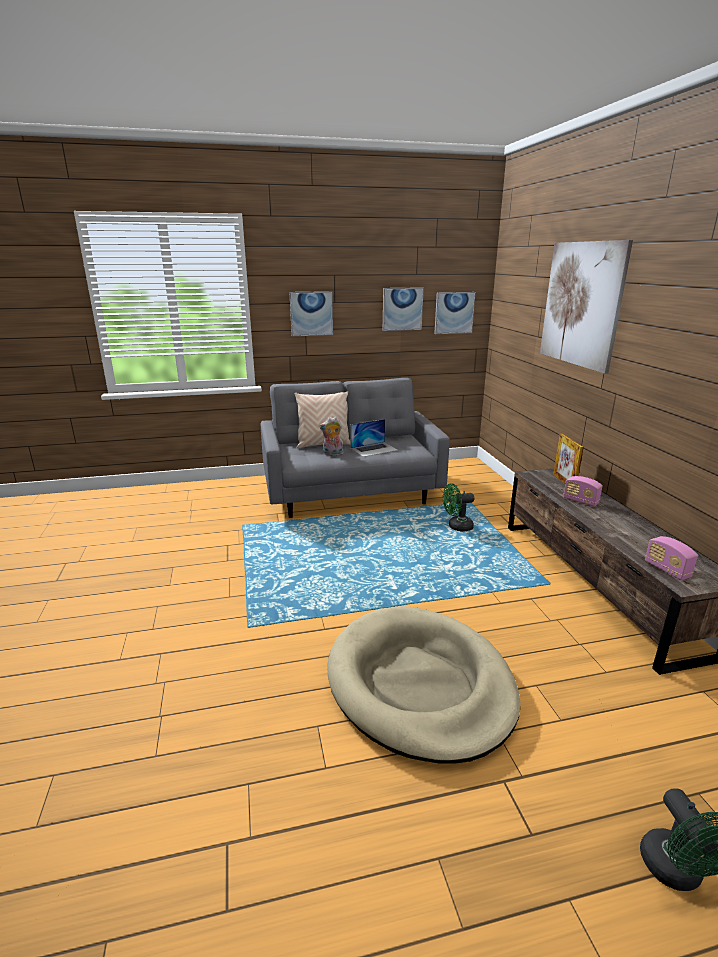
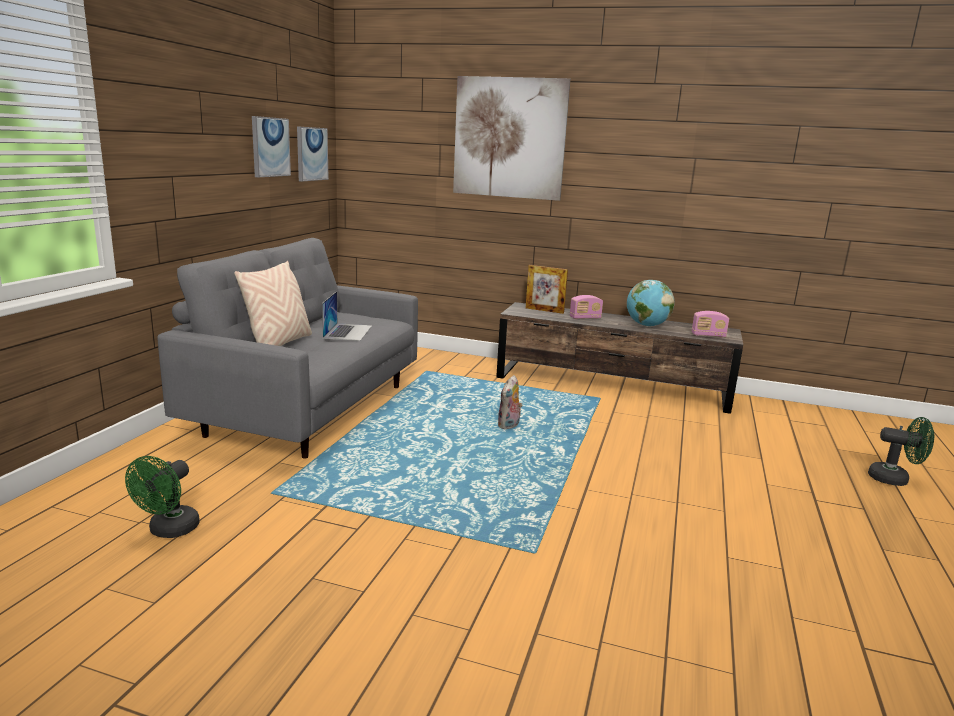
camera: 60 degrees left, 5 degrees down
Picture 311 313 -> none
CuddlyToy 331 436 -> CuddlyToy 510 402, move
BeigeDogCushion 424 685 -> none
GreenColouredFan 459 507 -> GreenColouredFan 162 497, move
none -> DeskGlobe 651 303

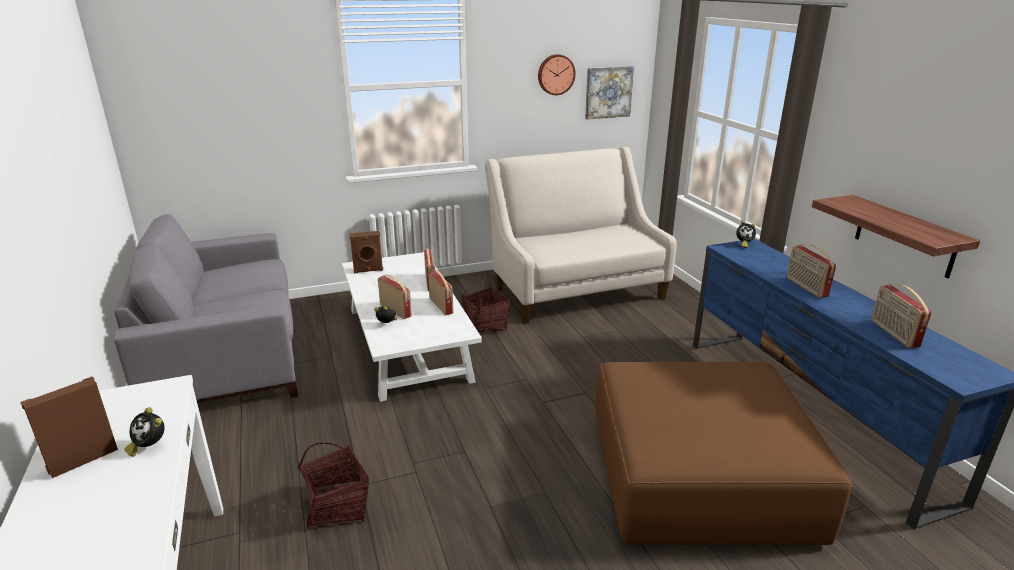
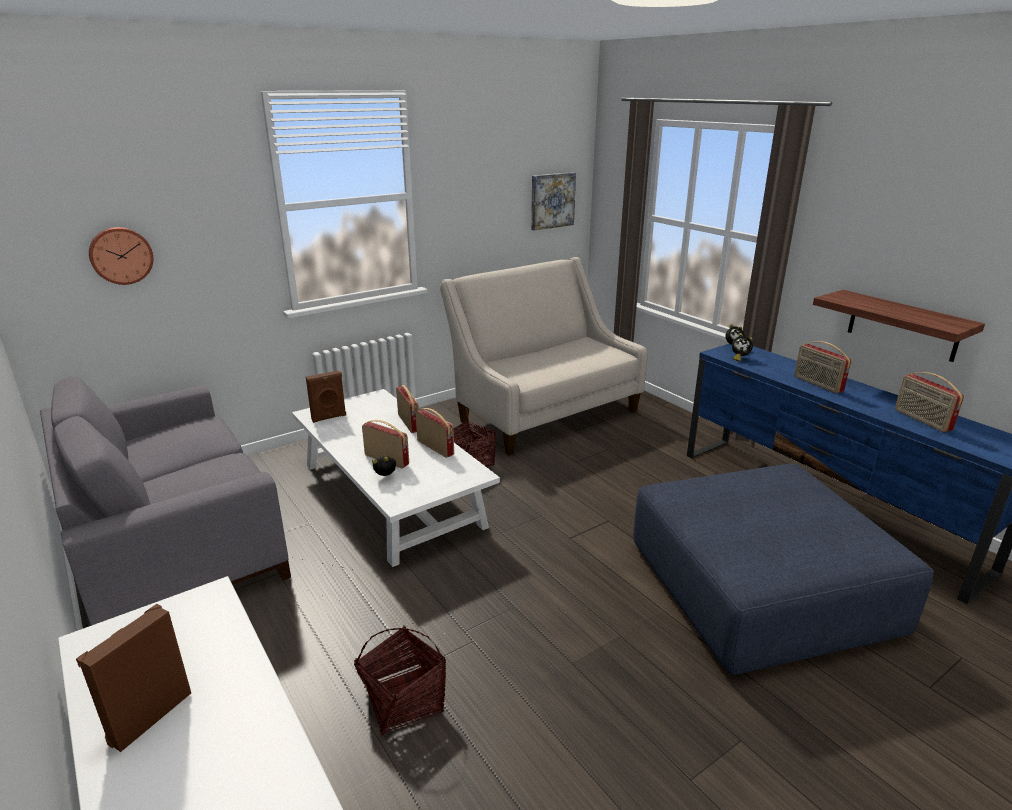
camera: 15 degrees left, 0 degrees up
BedsideClock 144 432 -> BedsideClock 742 347, move
WallClock 557 74 -> WallClock 121 256, move
BrownFootrest 724 453 -> BluishFootrest 783 569

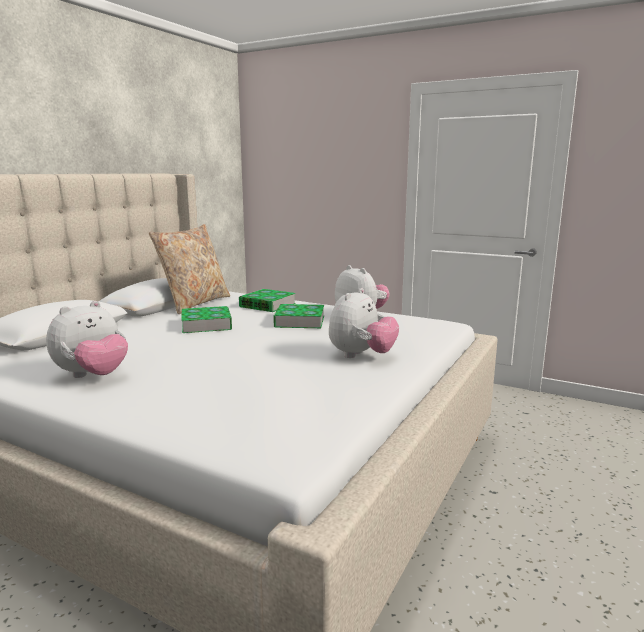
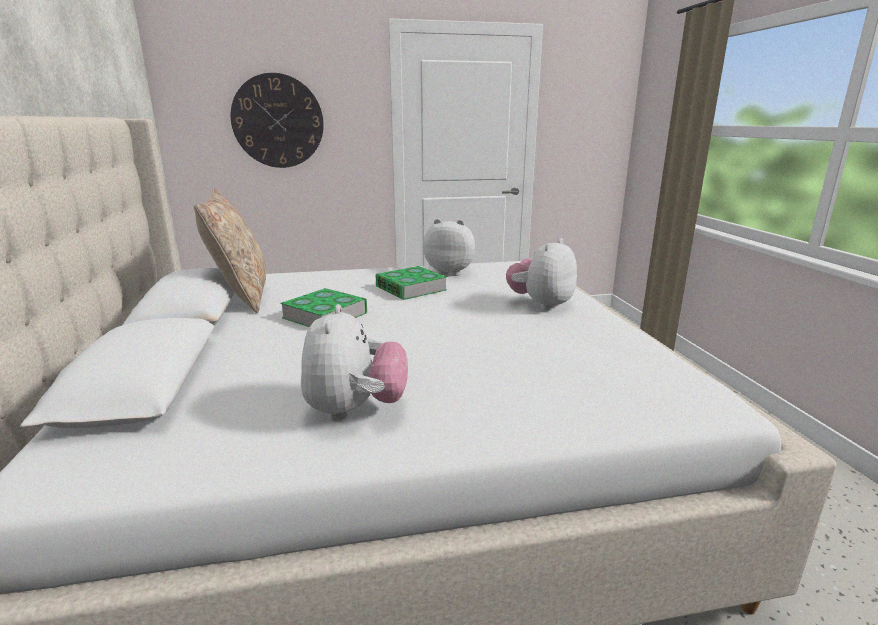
camera: 40 degrees left, 5 degrees up
BoundBook 267 300 -> none
CuddlyToy 364 323 -> CuddlyToy 541 274, 135 degrees counterclockwise
none -> WallClock 277 120

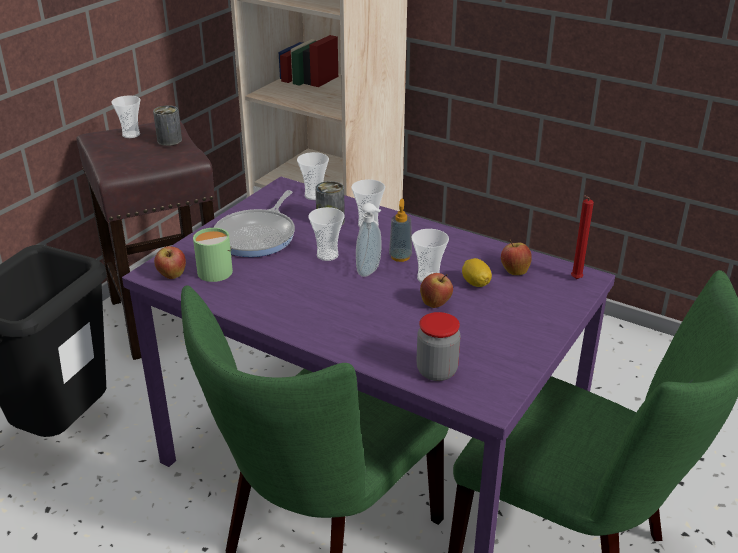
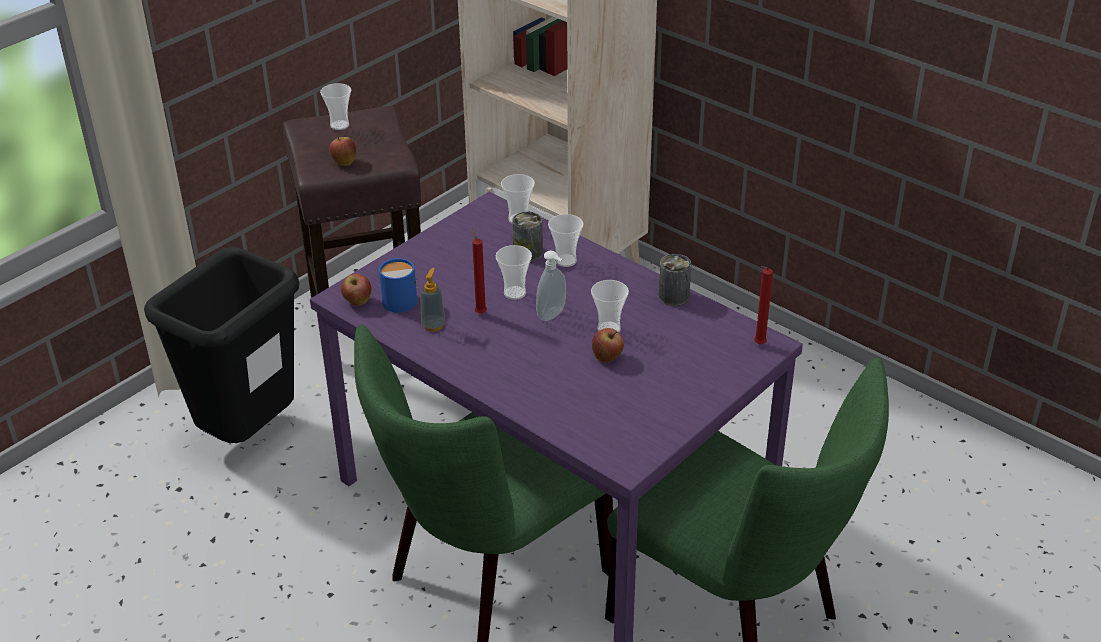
camera: 10 degrees right, 5 degrees up
MetalCan 167 125 -> MetalCan 674 280, move
GreenColouredCoffeeMug 213 255 -> BluishCoffeeMug 398 285
Skillet 254 223 -> none
SoapDispenser 400 230 -> SoapDispenser 432 299, move
Jar 438 346 -> none
Lemon 477 272 -> none
AppleFruit 516 257 -> AppleFruit 342 149, move
none -> RedColouredWaxCandle 479 271

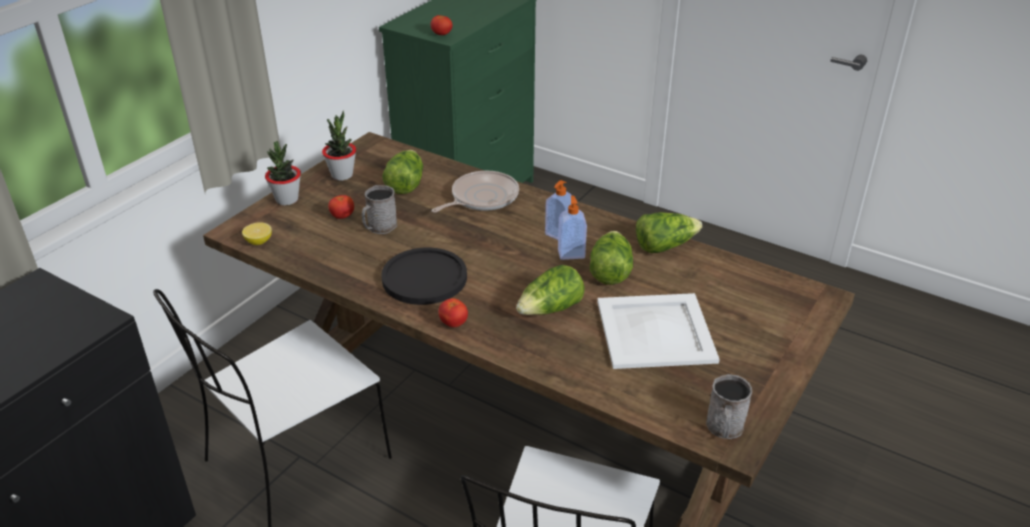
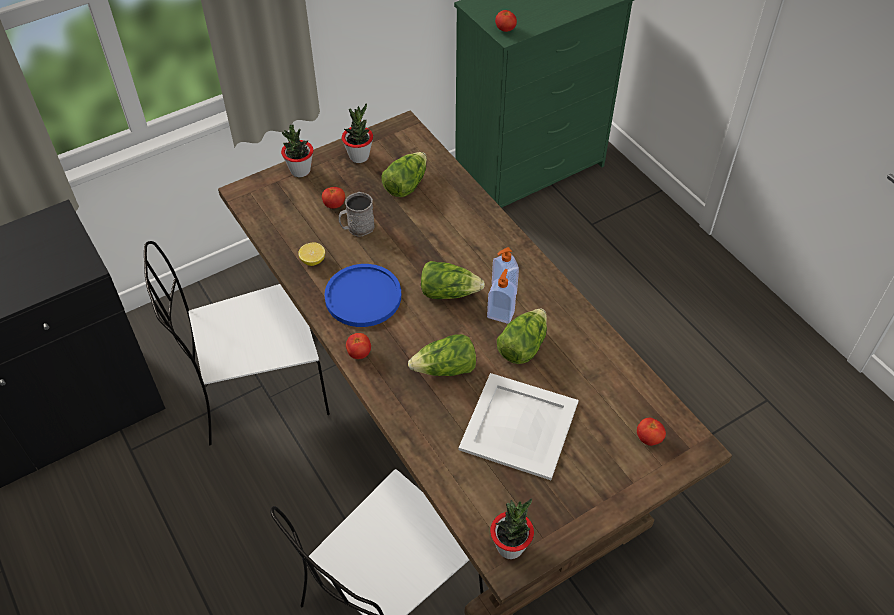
camera: 25 degrees right, 15 degrees up
Lemon 257 233 -> Lemon 311 254, move
BlackishFlatDish 424 276 -> BluishFlatDish 362 295
Skillet 475 192 -> none
LettuceHead 669 232 -> LettuceHead 453 280, move
GreyCoffeeMug 729 406 -> Houseplant 512 528
none -> Tomato 651 432

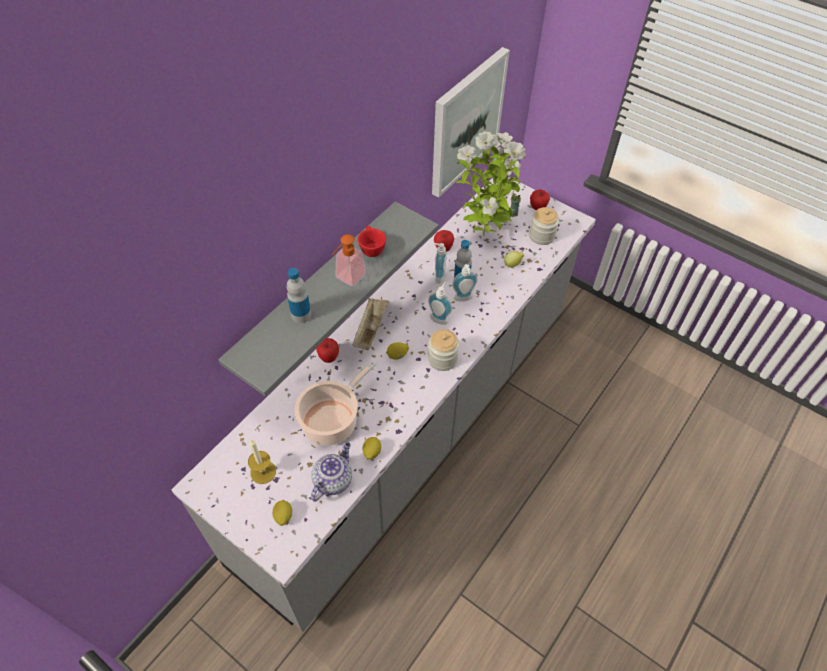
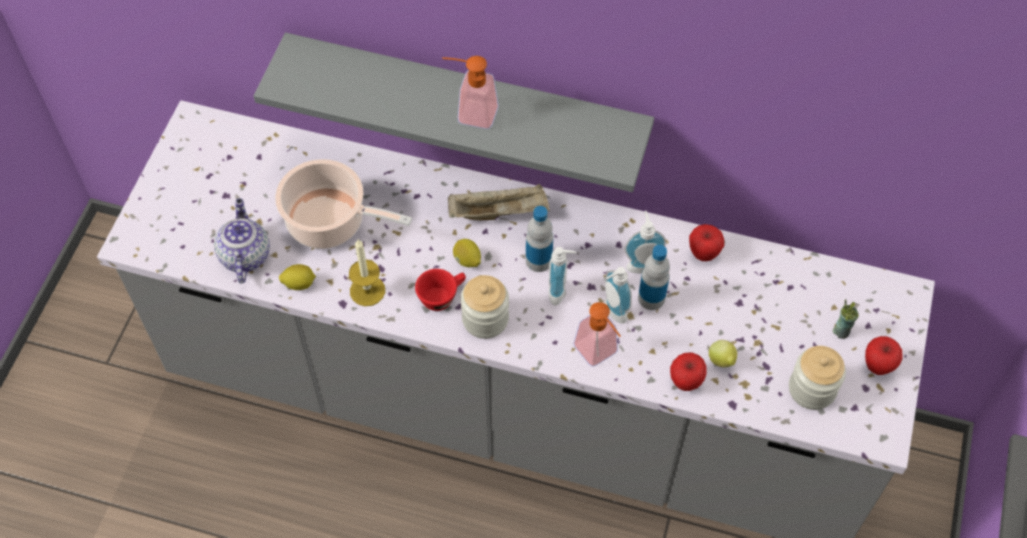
camera: 70 degrees right, 5 degrees up
WaxCandle 262 462 -> WaxCandle 367 272, move
Lemon 282 513 -> none
DrinkBottle 298 295 -> DrinkBottle 539 239, move
TeaPot 331 472 -> TeaPot 242 240, 105 degrees counterclockwise
AppleFruit 327 350 -> AppleFruit 688 371, move
RedColouredCup 372 241 -> RedColouredCup 440 290, move
Picture 471 122 -> none
Houseplant 491 183 -> none
none -> SoapDispenser 597 334

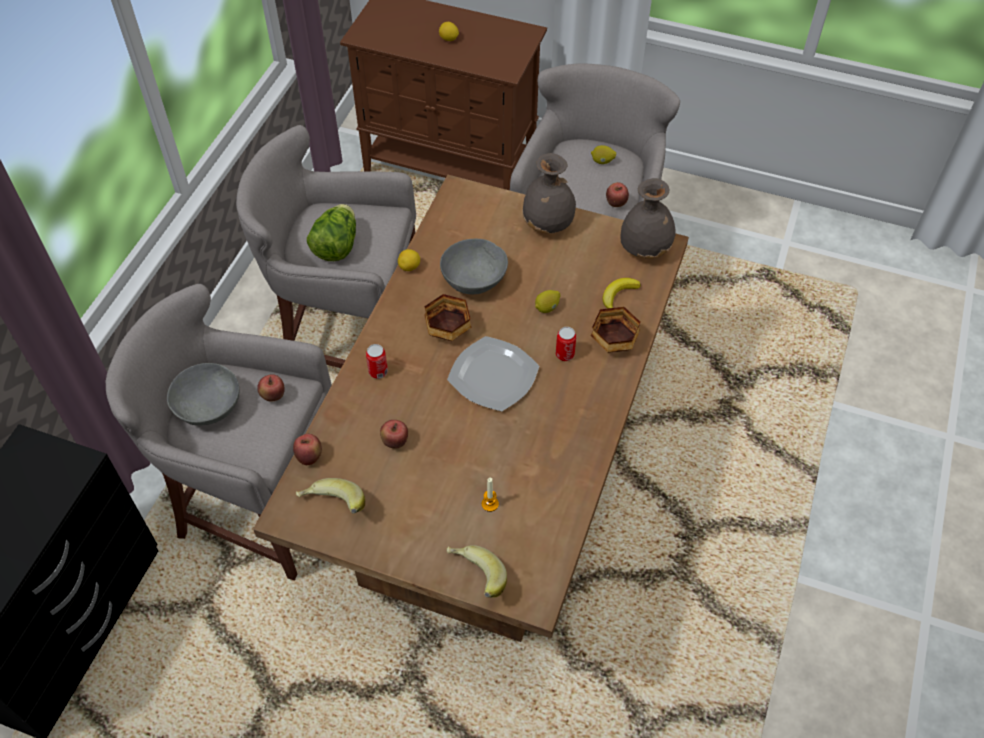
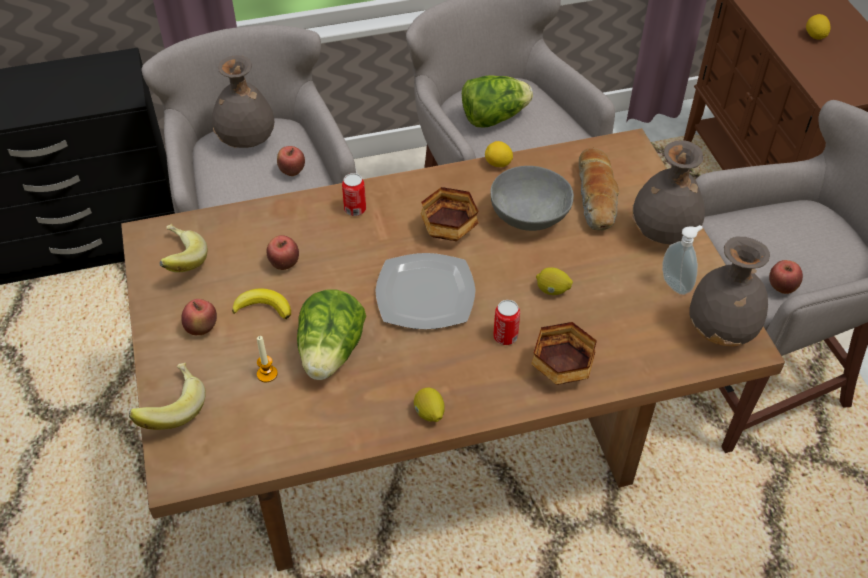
camera: 55 degrees right, 5 degrees down
GreyDeepDish 203 394 -> GreyVase 243 101
AppleFruit 307 449 -> AppleFruit 199 317, move
Lemon 603 154 -> Lemon 429 404, move
WholeBanana 622 293 -> WholeBanana 261 303, move
none -> LettuceHead 331 334
none -> Bread 599 189
none -> SoapDispenser 682 260

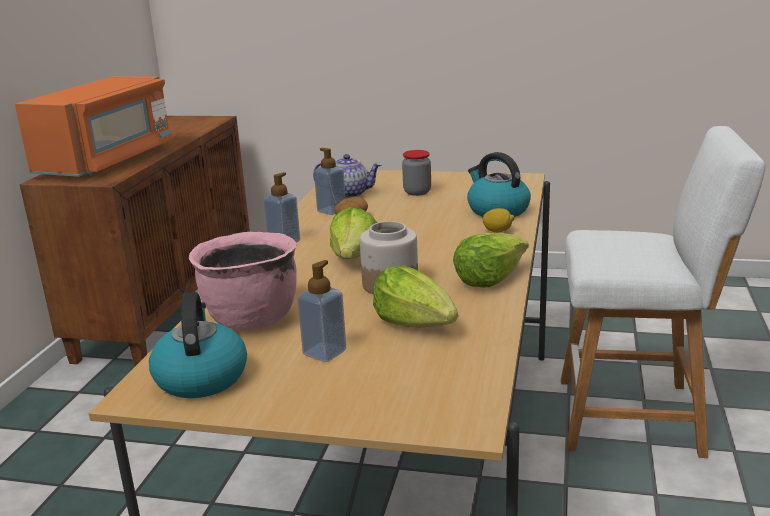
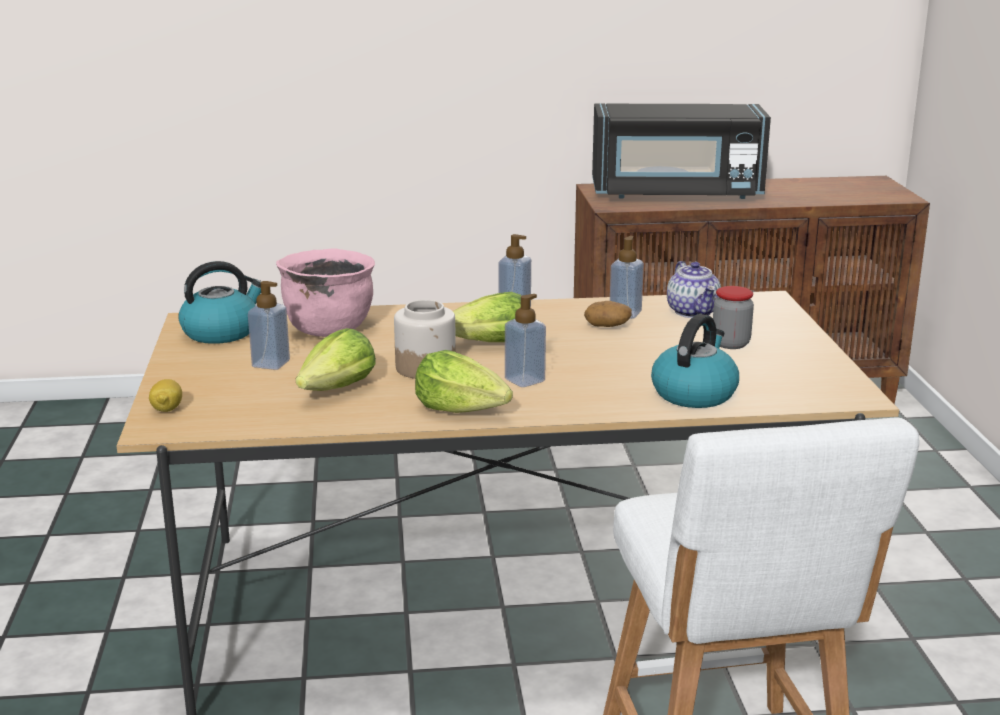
camera: 70 degrees right, 0 degrees up
OrangeMicrowaveOven 94 126 -> BlackishMicrowaveOven 681 151
Lemon 498 220 -> Lemon 165 395, move
none -> SoapDispenser 525 340

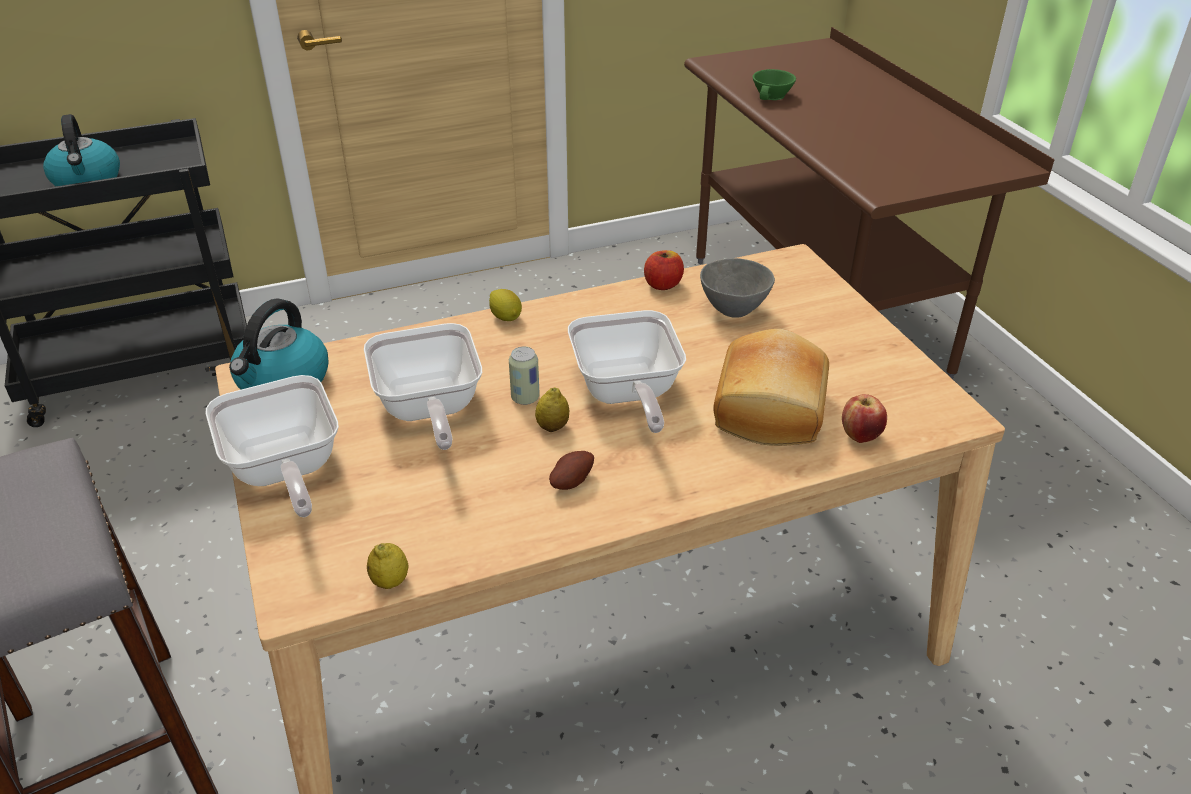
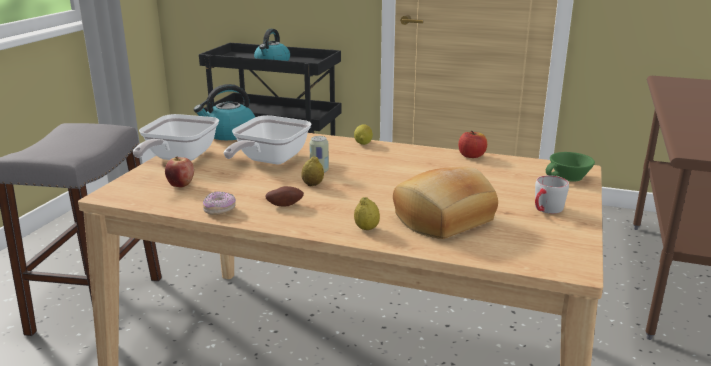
camera: 40 degrees right, 15 degrees down
Lemon 388 566 -> Lemon 367 213, move
Skillet 627 371 -> none
GreyDeepDish 737 288 -> none
GreenColouredCup 774 84 -> GreenColouredCup 570 167, move
AppleFruit 864 418 -> AppleFruit 179 172, move
none -> Donut 219 203
none -> GreyCoffeeMug 552 194

